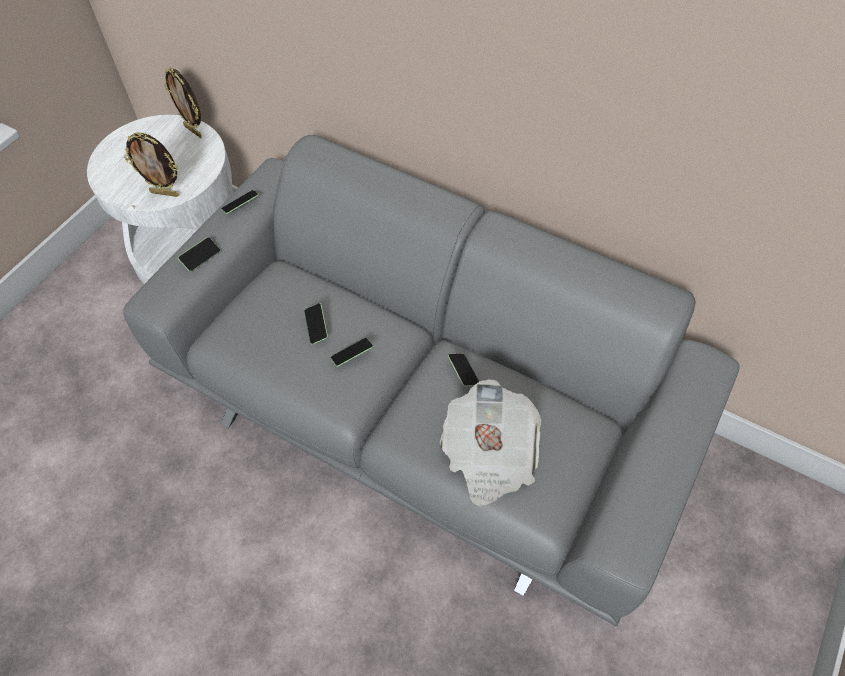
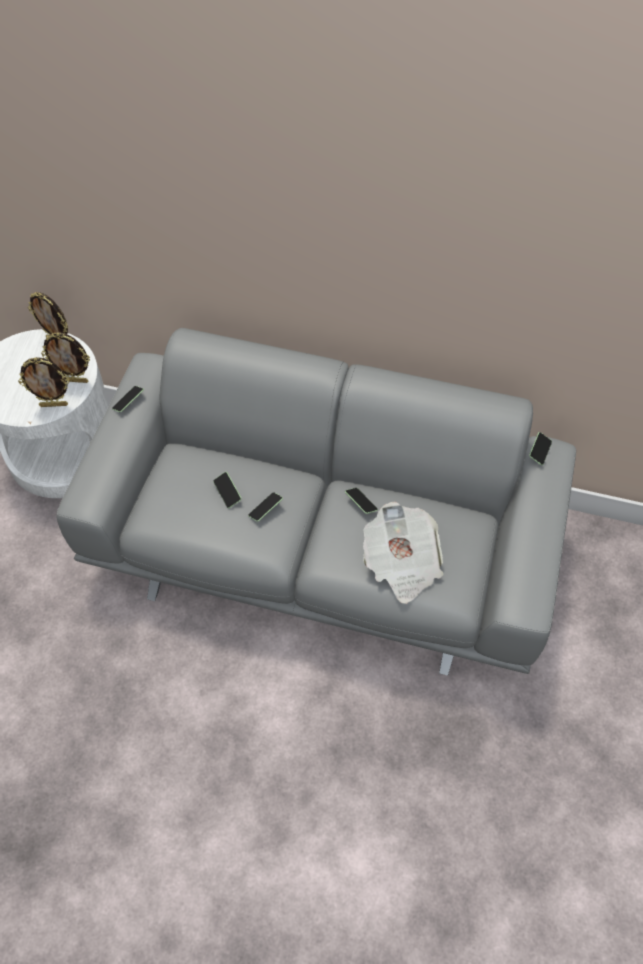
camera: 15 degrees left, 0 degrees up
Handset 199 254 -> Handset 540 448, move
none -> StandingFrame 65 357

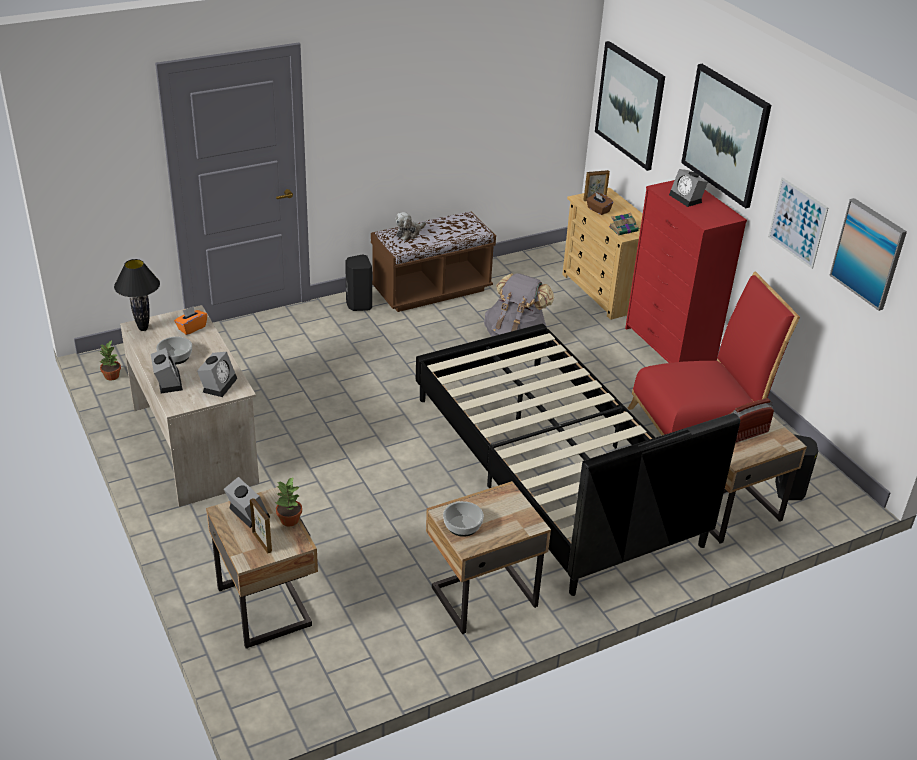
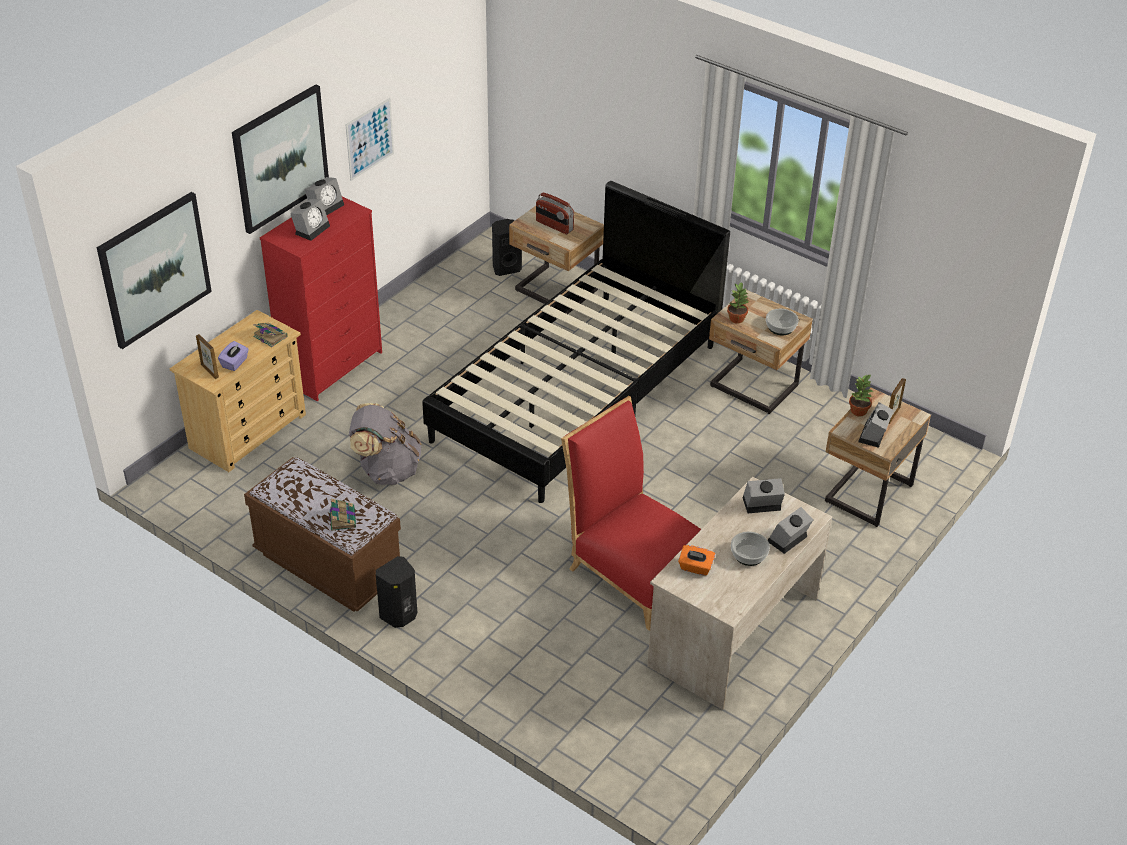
camera: 115 degrees left, 5 degrees up
Houseplant 110 361 -> Houseplant 738 303, move
BlackishLampForATable 137 295 -> none
CuddlyToy 410 226 -> BoundBook 342 514
BrownTissueBox 599 203 -> PurpleTissueBox 233 356
RedColouredUprightChair 714 353 -> RedColouredUprightChair 631 513, move
Picture 868 254 -> none
none -> BedsideClock 324 196

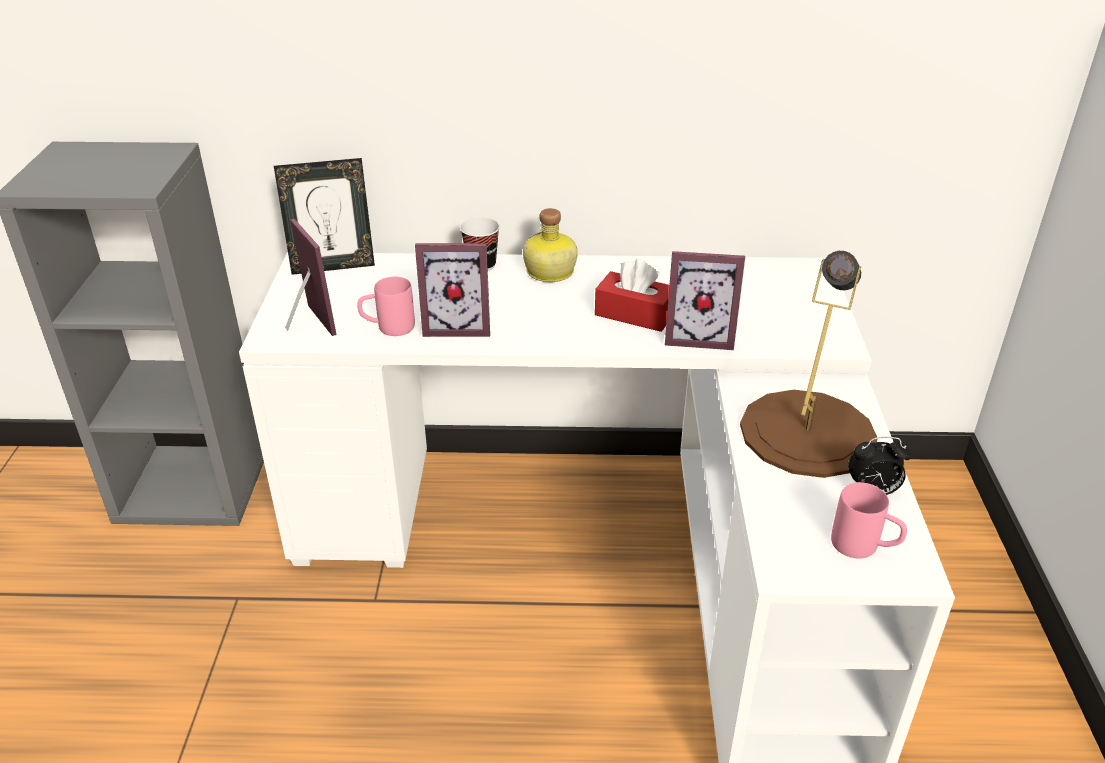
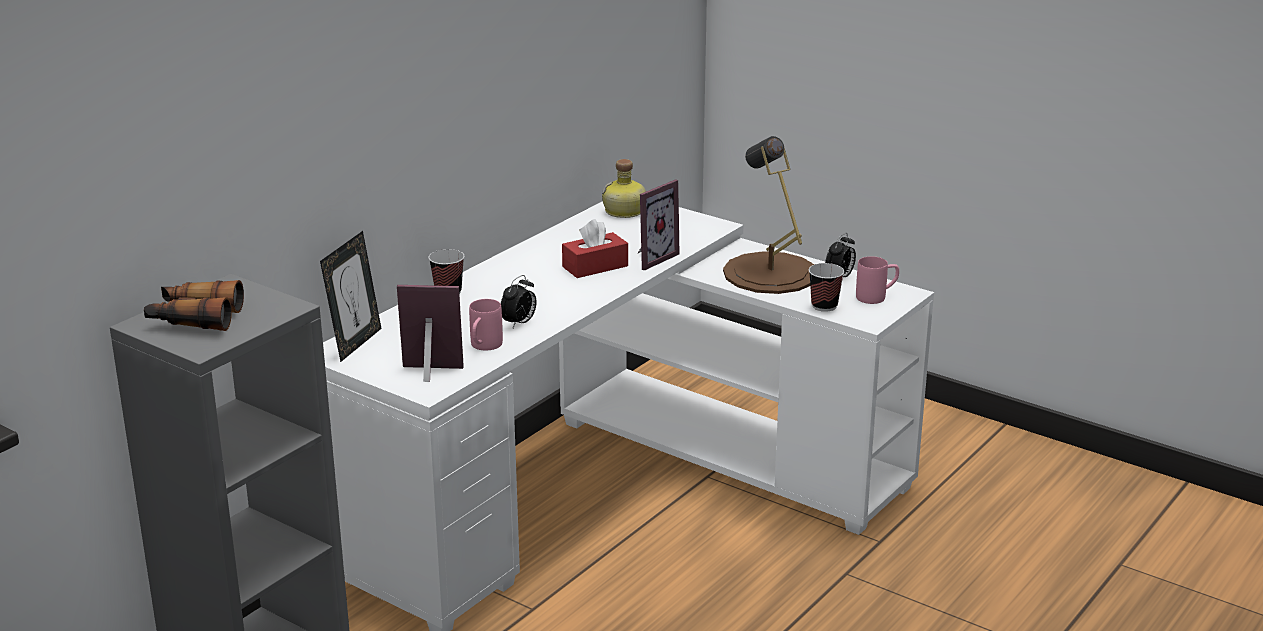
camera: 55 degrees left, 10 degrees down
StandingFrame 452 290 -> BedsideClock 519 301
DrinkBottle 550 245 -> DrinkBottle 624 188, move
none -> Binoculars 194 305
none -> Cup 826 287

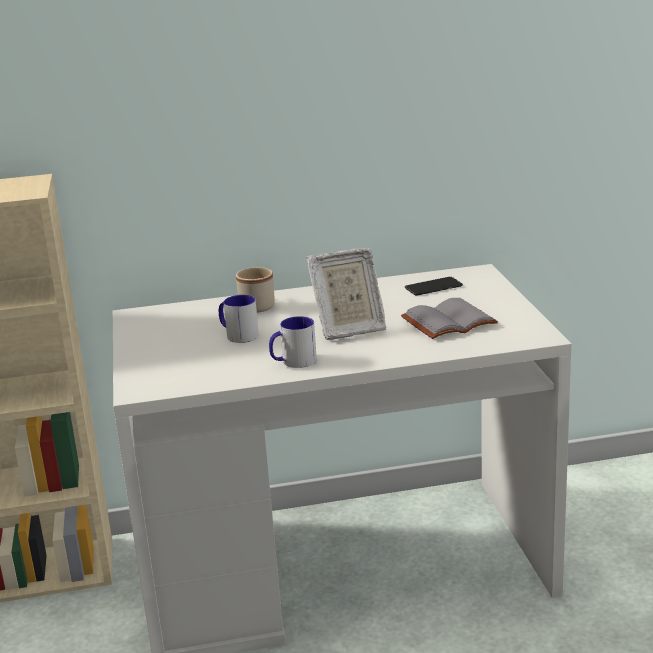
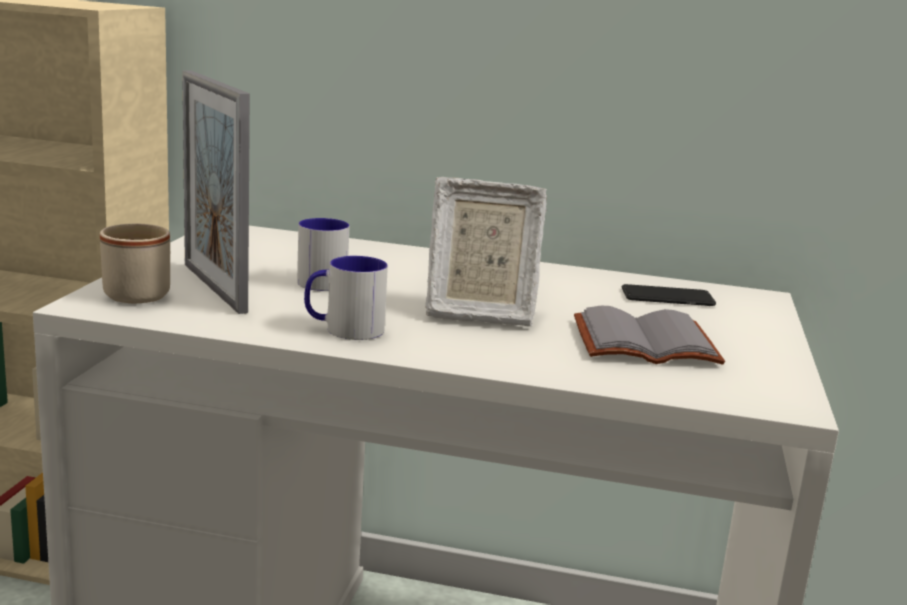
camera: 20 degrees right, 5 degrees down
BeigeCoffeeMug 255 290 -> BeigeCoffeeMug 135 263, move
none -> StandingFrame 216 192

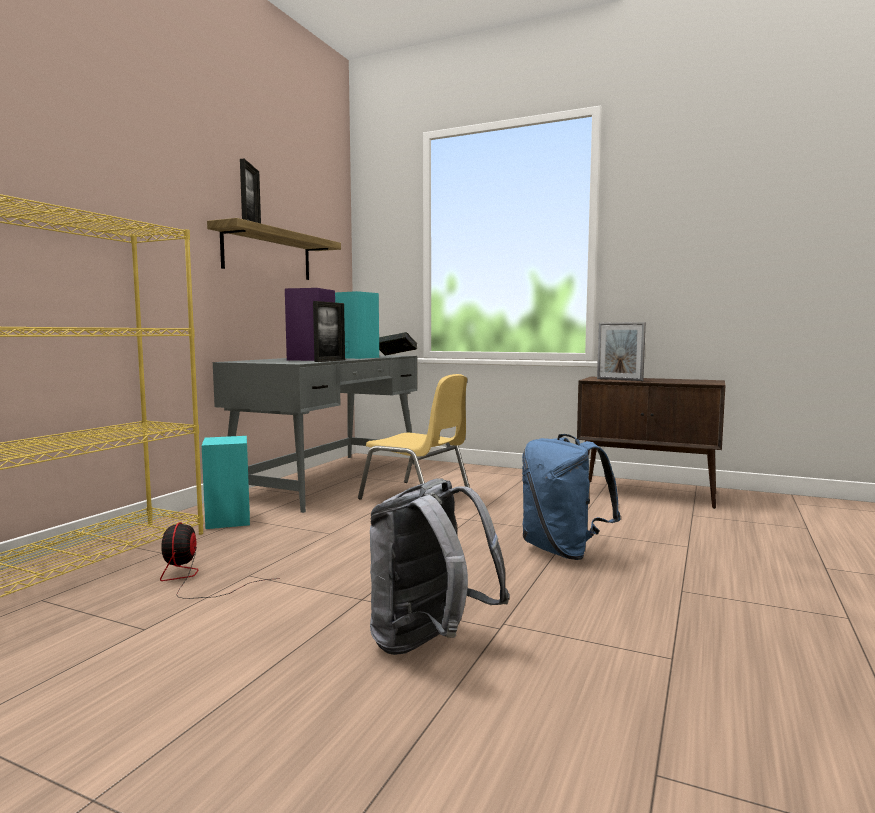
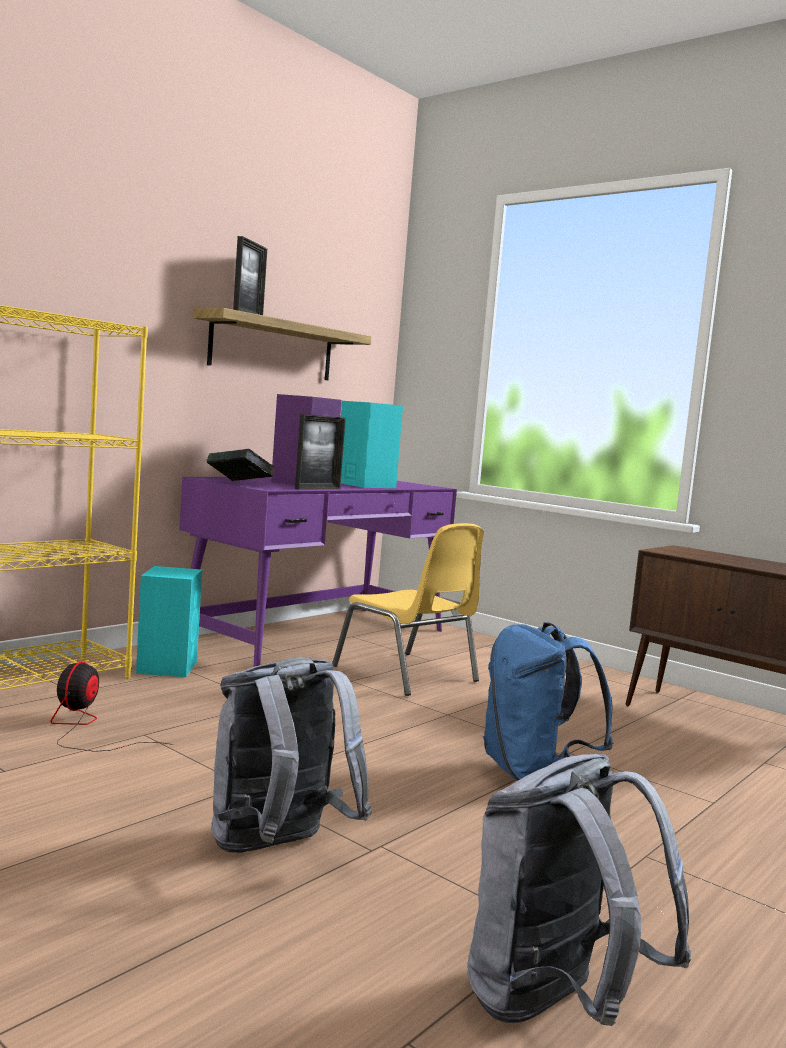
camera: 15 degrees right, 0 degrees up
GreyDesk 315 434 -> PurpleDesk 318 572
BoundBook 398 344 -> BoundBook 240 465, move
StandingFrame 621 351 -> none
none -> GreyBackpack 579 890

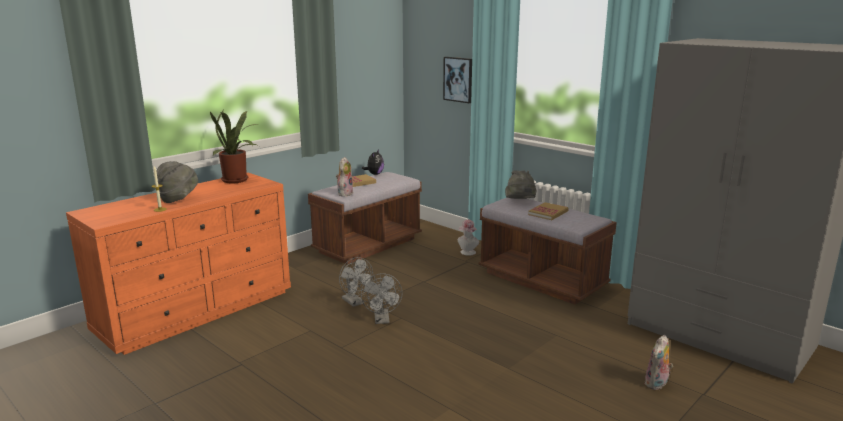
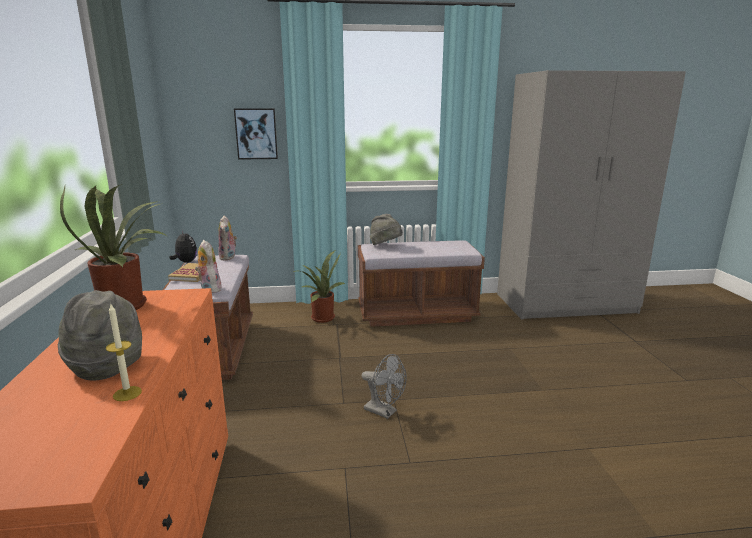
camera: 50 degrees left, 0 degrees up
GreyFan 356 282 -> none
Hat 468 237 -> Houseplant 319 286
BoundBook 548 211 -> none
CuddlyToy 659 362 -> CuddlyToy 227 238, move

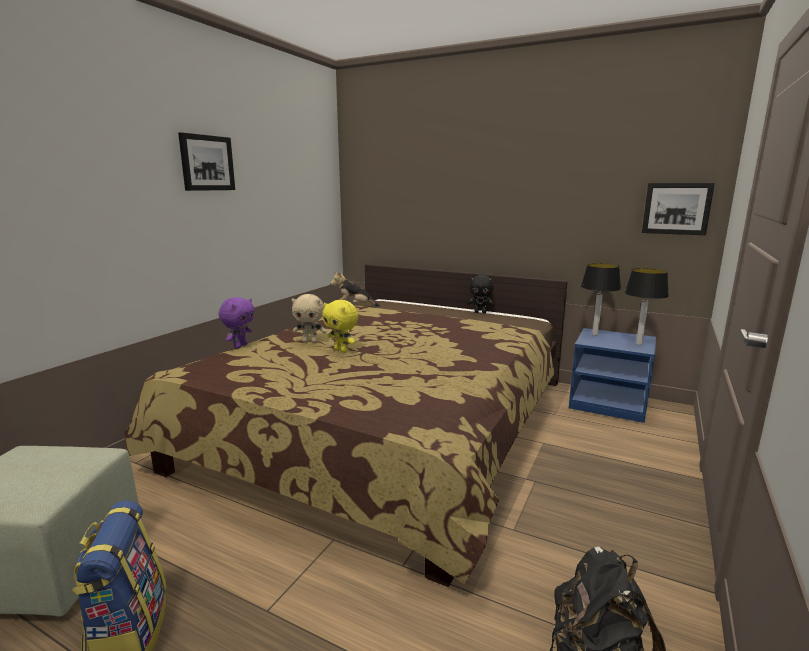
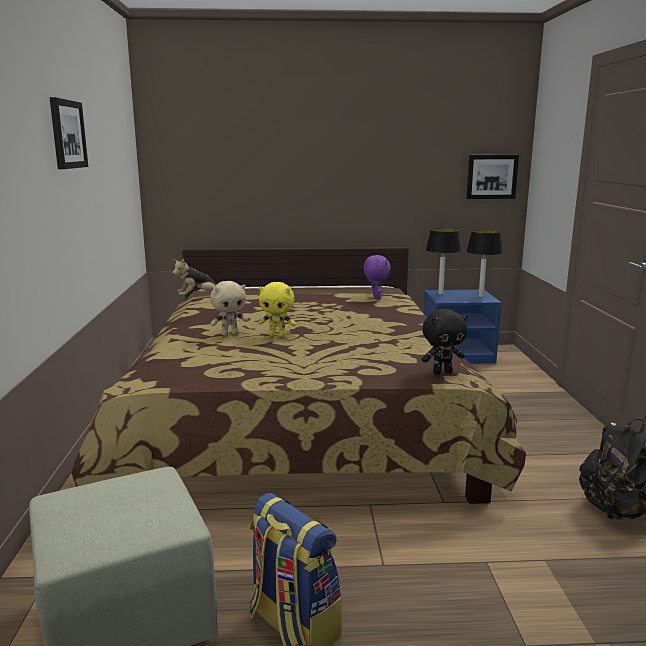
camera: 30 degrees left, 0 degrees up
PurpleCuddlyToy 237 323 -> PurpleCuddlyToy 377 277, move
BlackishCuddlyToy 480 294 -> BlackishCuddlyToy 444 341, move

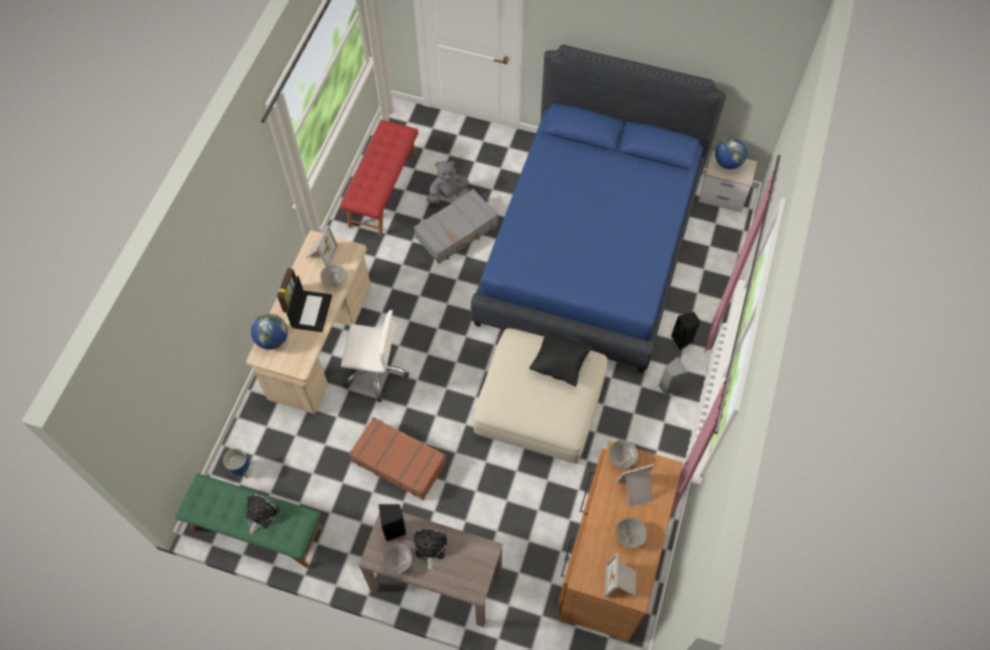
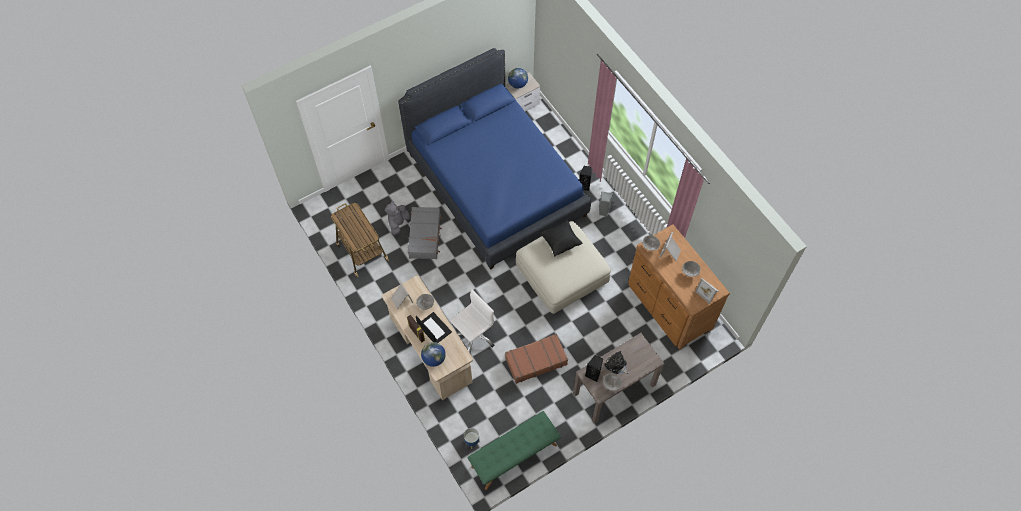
camera: 50 degrees left, 0 degrees up
CuddlyToy 262 514 -> none
RedColouredLongSeat 379 178 -> WheeledCart 360 240

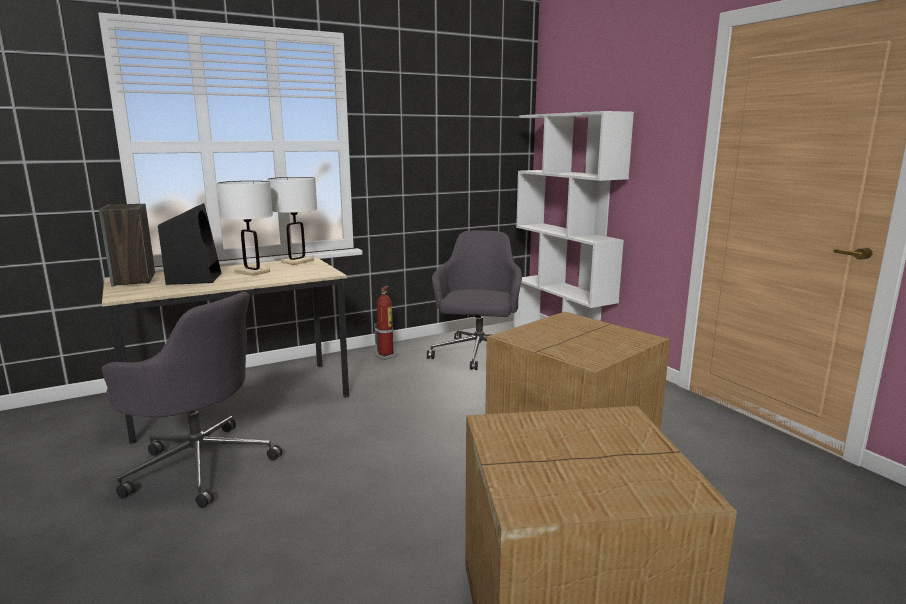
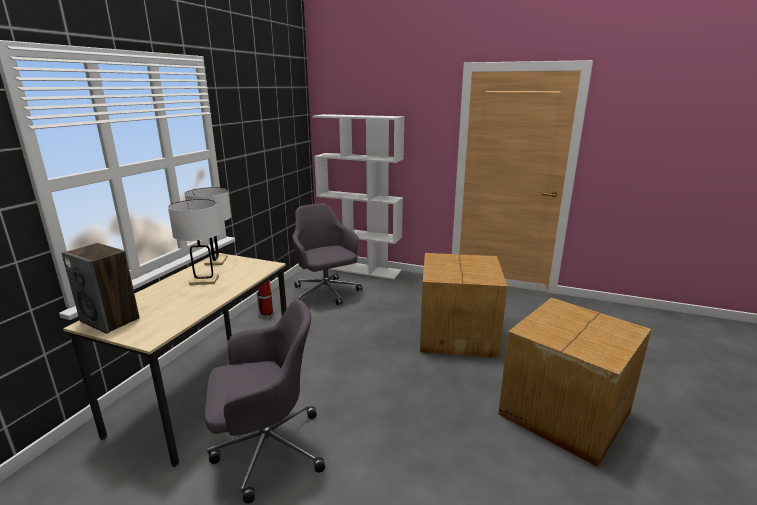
camera: 40 degrees left, 5 degrees up
BlackishAudioSpeaker 189 244 -> none

